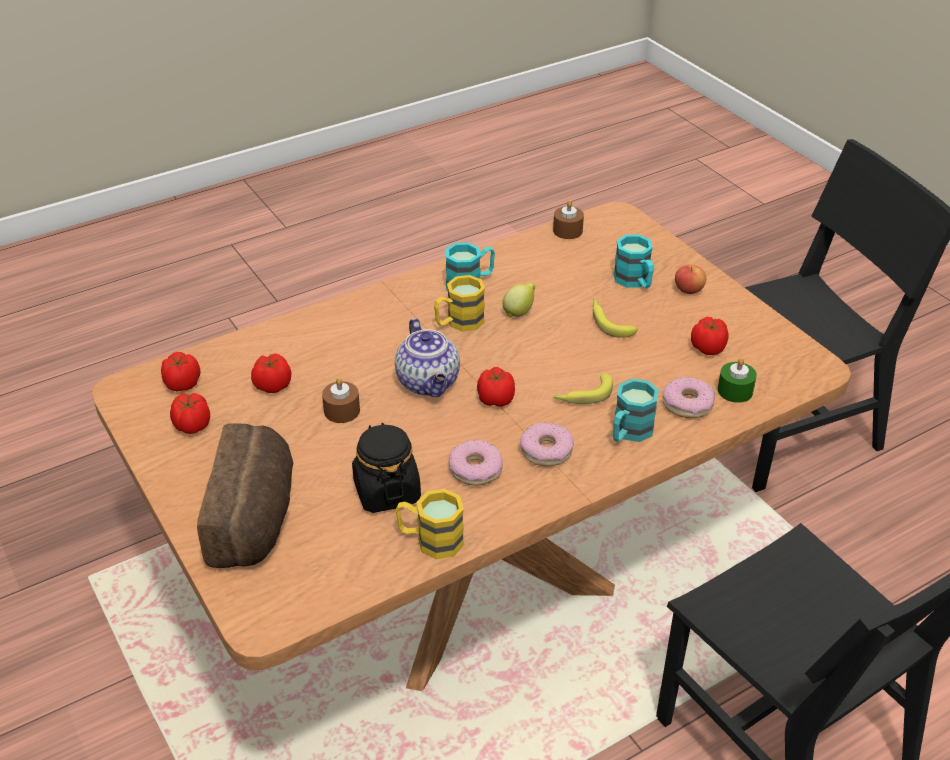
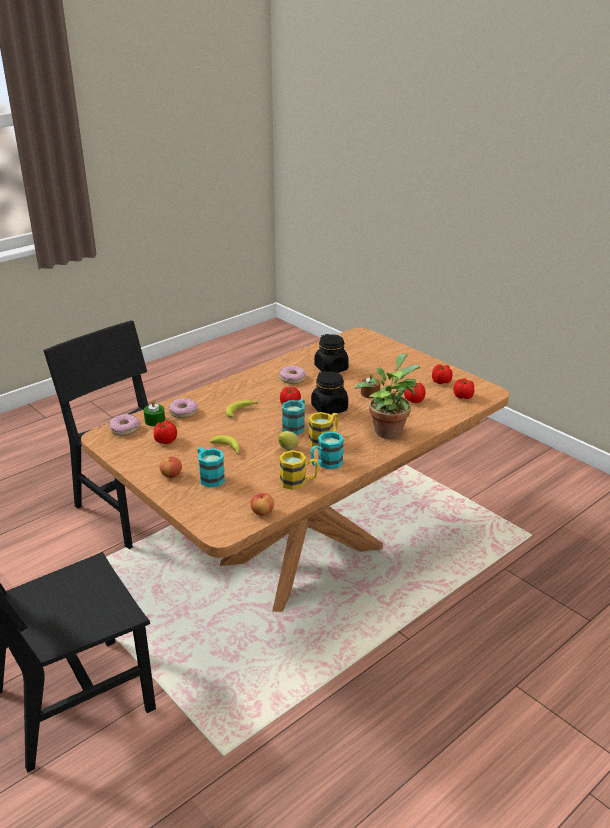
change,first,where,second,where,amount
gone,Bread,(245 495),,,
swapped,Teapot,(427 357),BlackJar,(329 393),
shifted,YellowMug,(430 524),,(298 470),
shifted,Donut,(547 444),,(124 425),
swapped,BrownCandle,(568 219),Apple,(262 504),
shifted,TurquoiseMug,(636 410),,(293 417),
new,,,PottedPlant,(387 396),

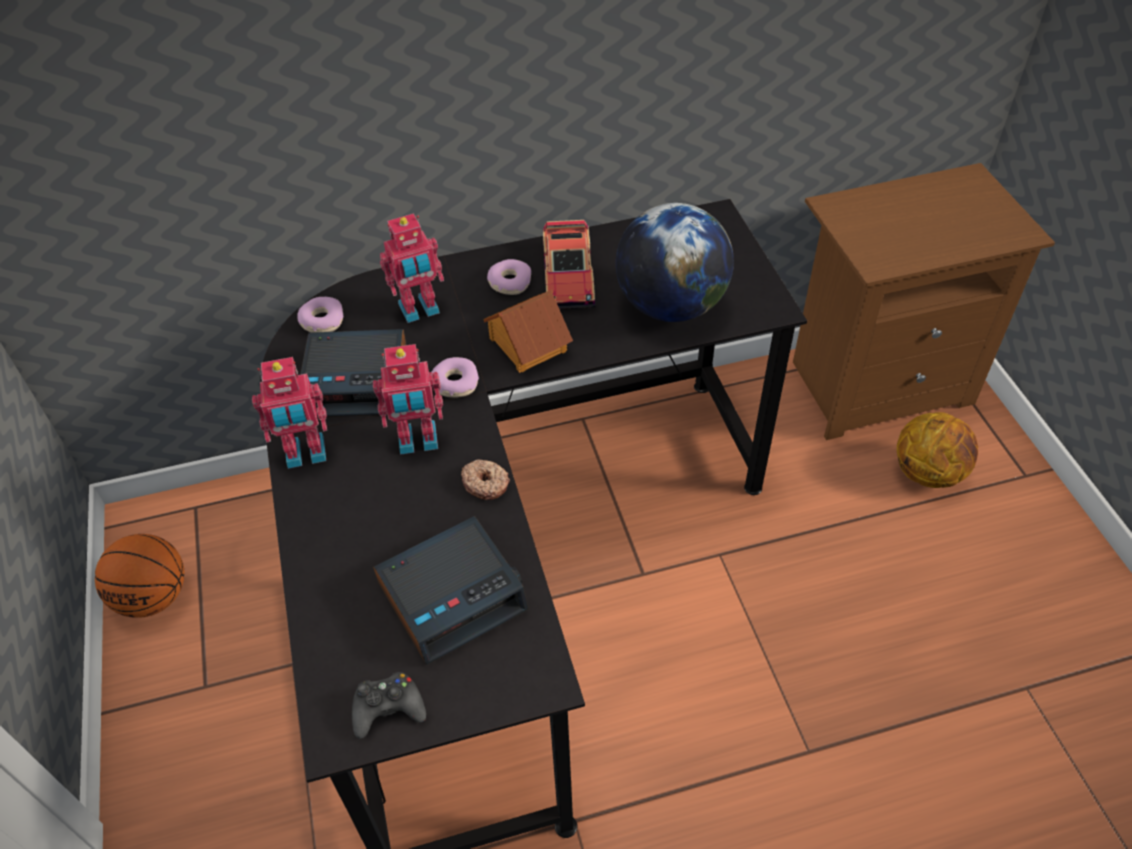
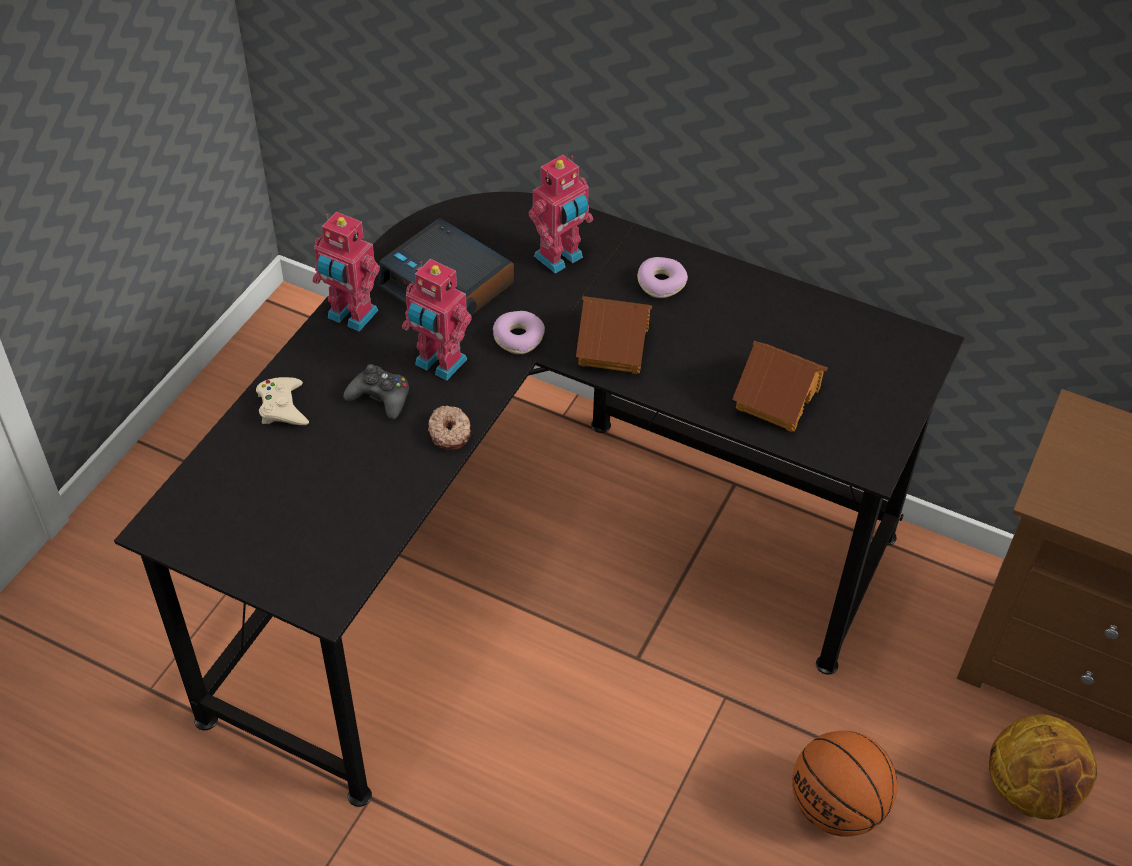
change,first,where,second,where,amount
shifted,Basketball,(140 576),,(844 784),
gone,Donut,(320 315),,,
shifted,BlackGameController,(389 705),,(376 391),
gone,AlarmClock,(451 591),,,
rotated,ToyRobot,(412 268),,(561 214),60 degrees counterclockwise
gone,ToyCar,(569 264),,,
swapped,Globe,(675 262),ToyHouse,(780 386),
new,,,BeigeGameController,(282 401),

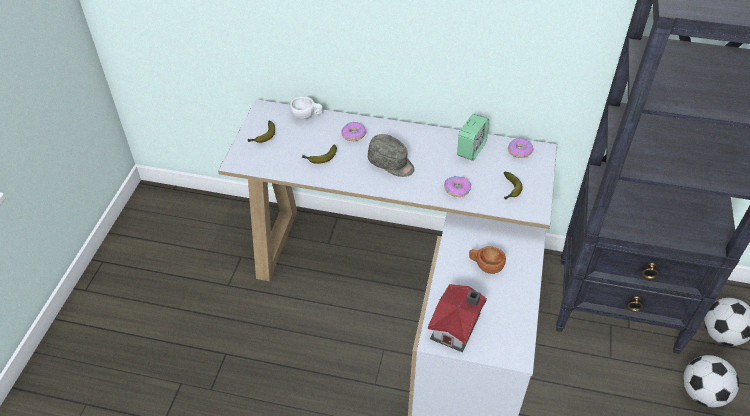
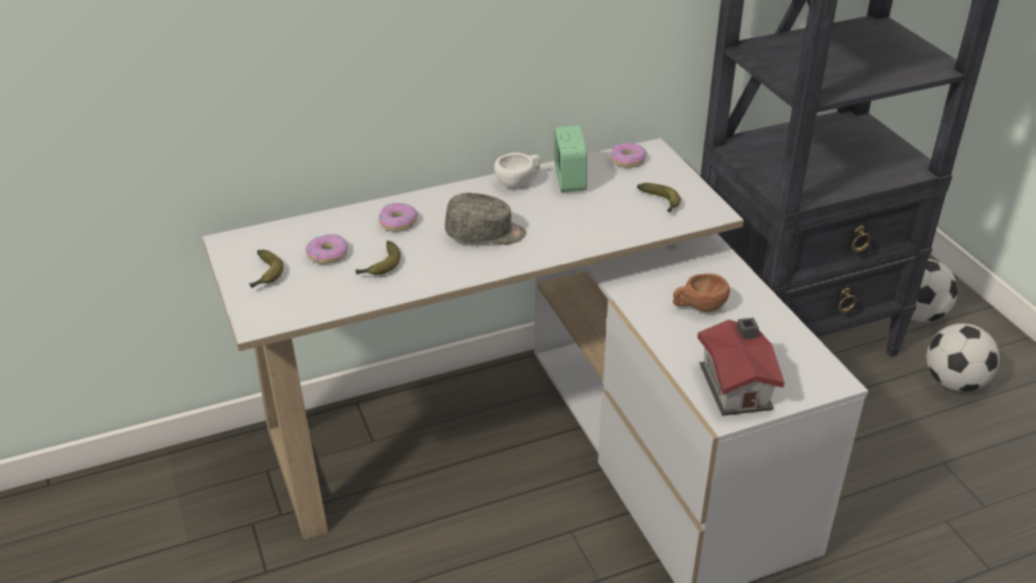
change,first,where,second,where,amount
shifted,WhiteCup,(306 108),,(517 170),
shifted,Donut,(457 186),,(326 249),

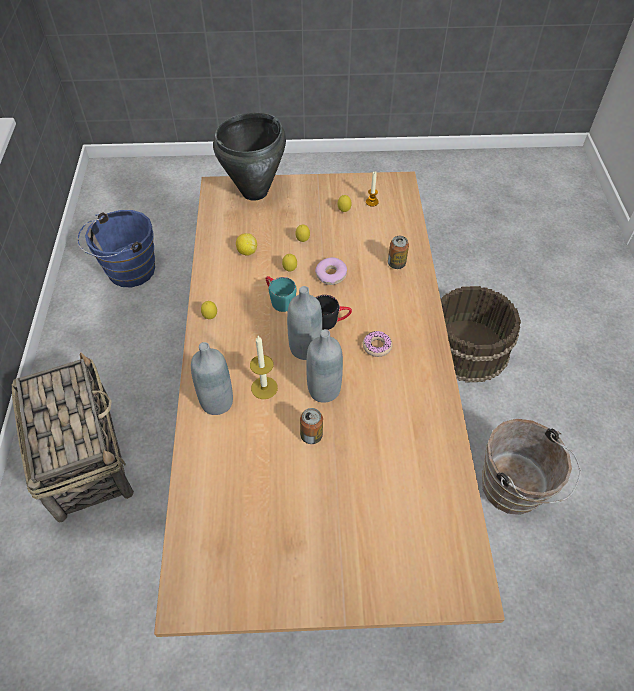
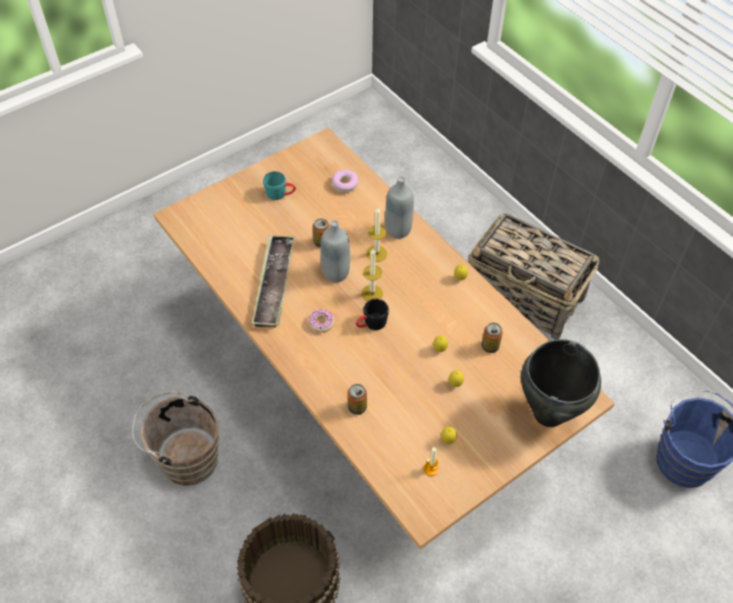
change,first,where,second,where,amount
swapped,Lemon,(246 244),Can,(492 338),
shifted,TurquoiseMug,(281 294),,(279 185),
swapped,GreyBottle,(304 323),Candle,(372 274),
shifted,Donut,(331 271),,(345 181),
new,,,Tray,(273 281),

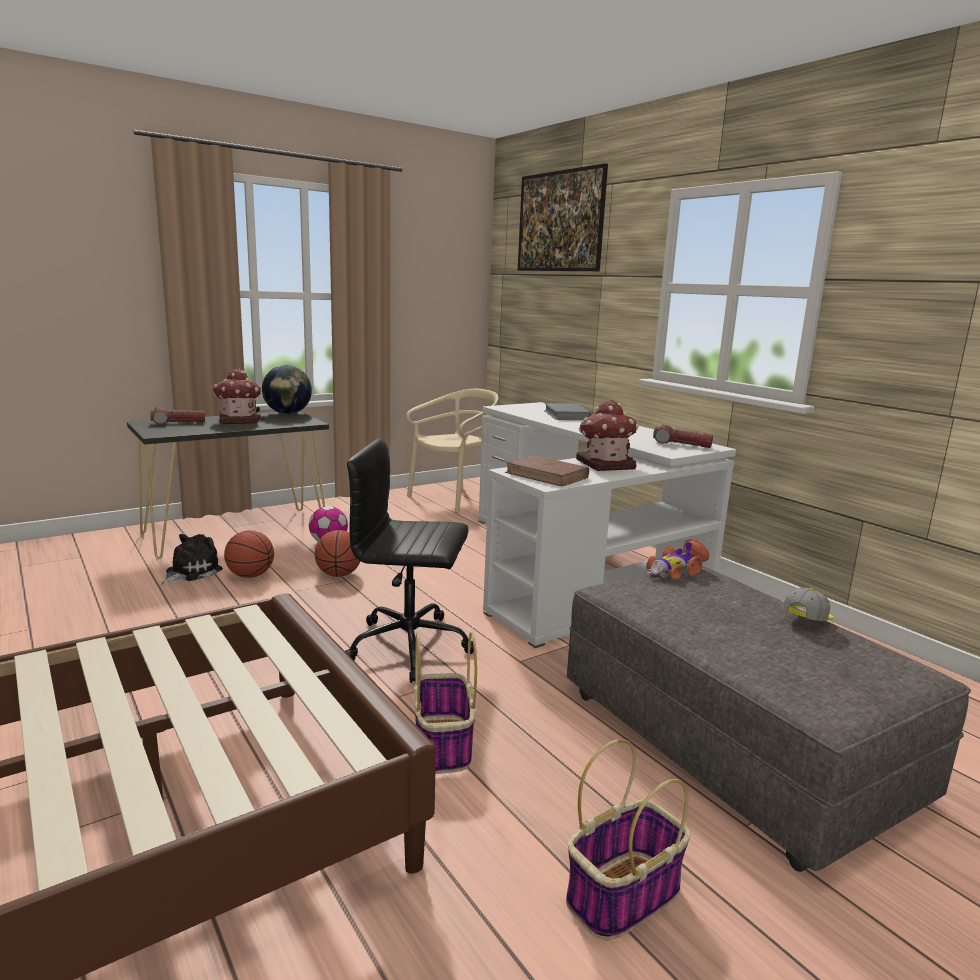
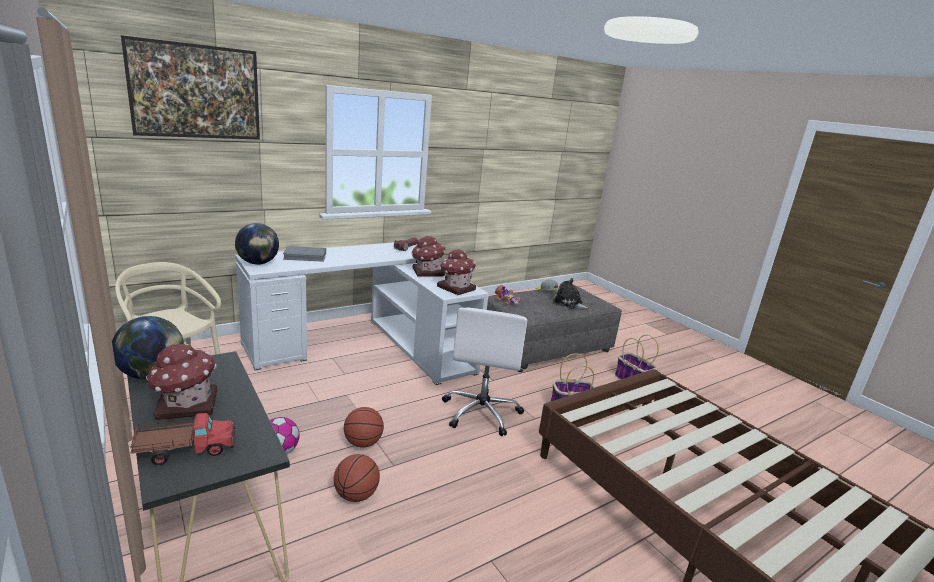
change,first,where,second,where,amount
swapped,Flashlight,(177 416),ToyTruck,(182 439),
shifted,PlushToy,(192 559),,(571 293),
repainted,BlackOfficeChair,(409 560),WhiteOfficeChair,(485 372),
swapped,BrownBook,(547 470),ToyHouse,(456 272),
new,,,Globe,(257 244),

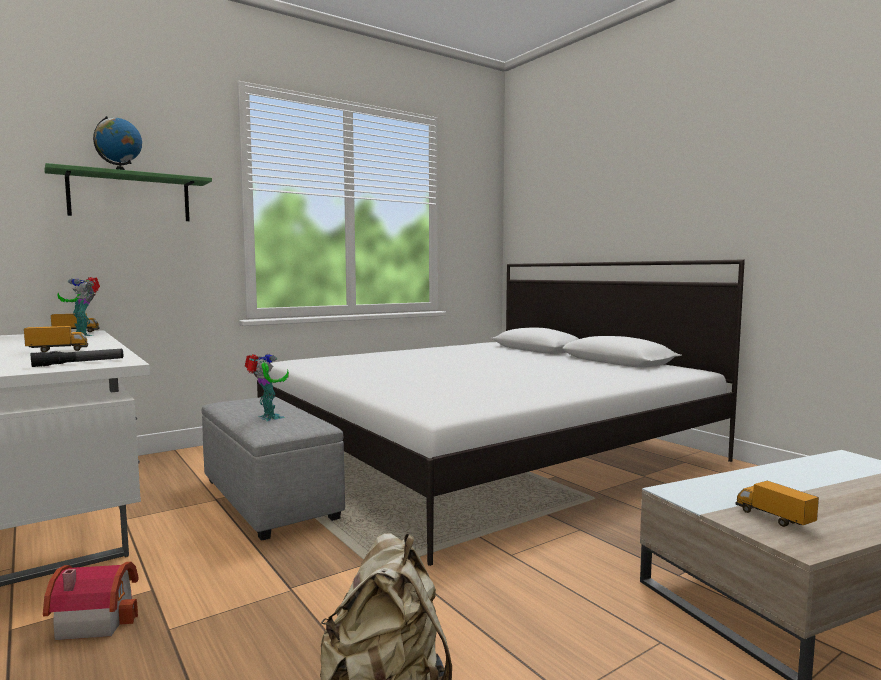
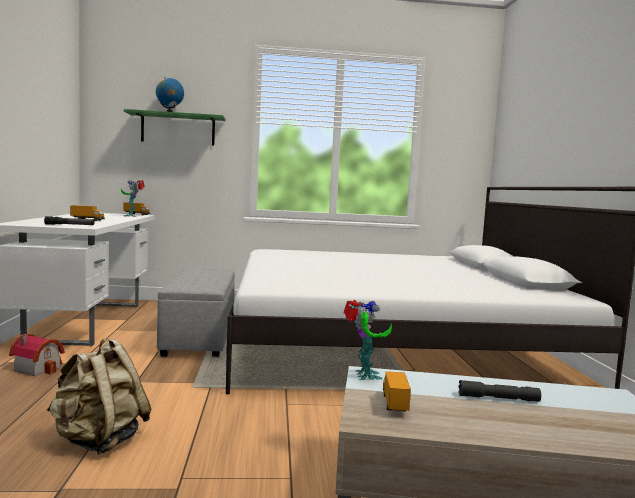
change,first,where,second,where,amount
shifted,ToyRobot,(266 387),,(367 340),
new,,,GreyFlashlight,(499 391),

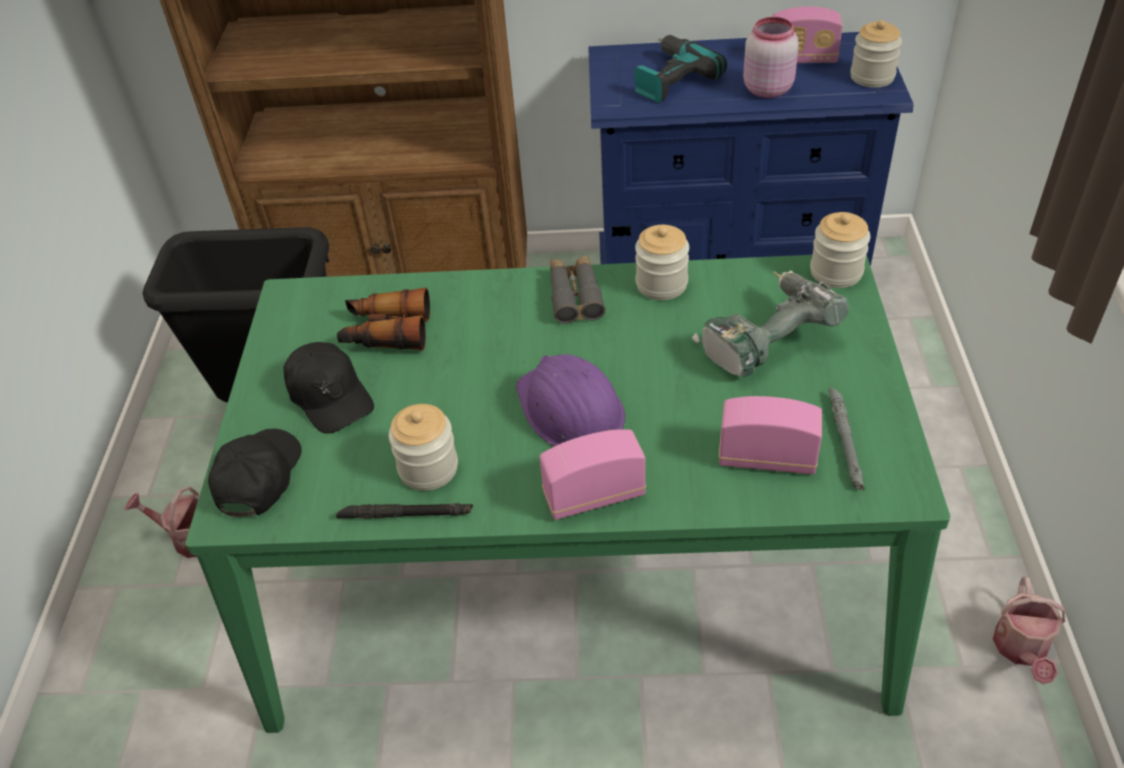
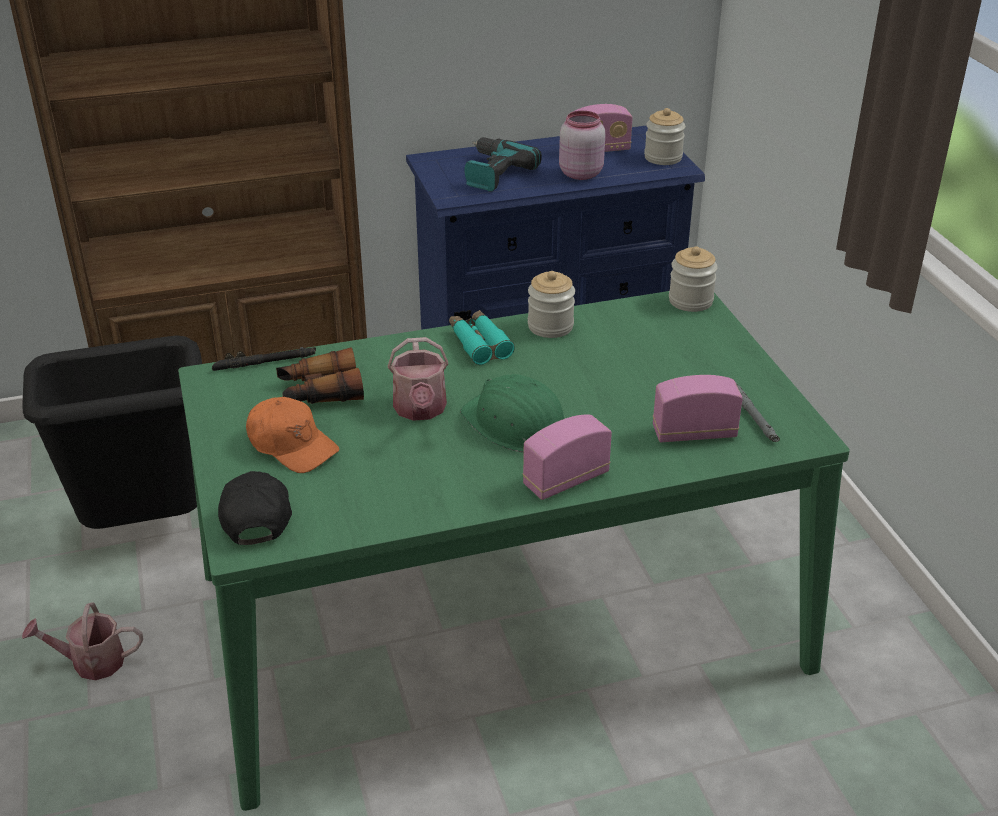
change,first,where,second,where,amount
repainted,BlackCap,(329 388),OrangeCap,(292 435),
shifted,BlackFlashlight,(404 511),,(264 359),
gone,Jar,(423 447),,,
repainted,PurpleHardHat,(570 400),GreenHardHat,(512 413),
repainted,GreyBinoculars,(578 289),TurquoiseBinoculars,(482 337),
gone,PowerDrill,(770 323),,,
shifted,WateringCan,(1029 631),,(418 379),

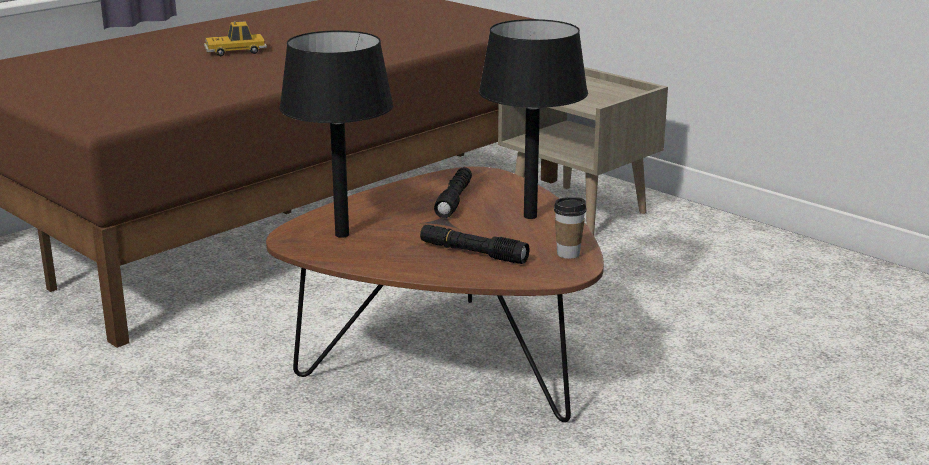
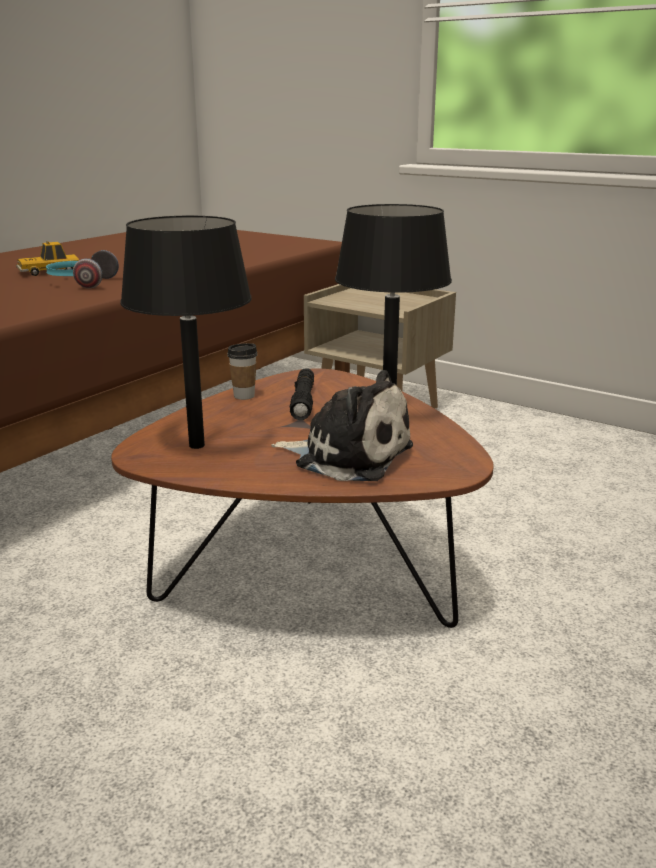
change,first,where,second,where,amount
swapped,BlackFlashlight,(474 244),PlushToy,(342 425),
shifted,Cup,(570 228),,(242 371),
new,,,Headphones,(82 269),

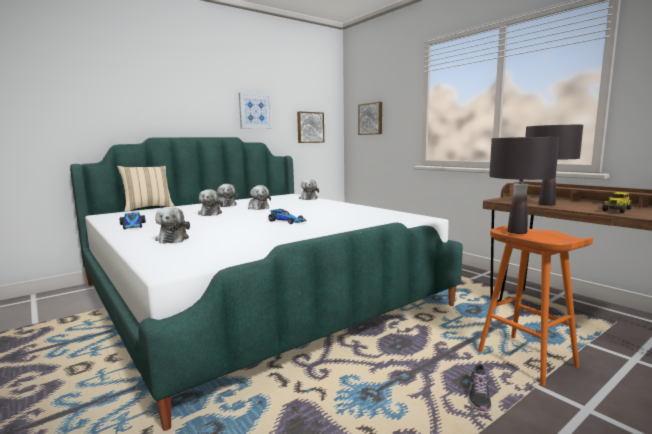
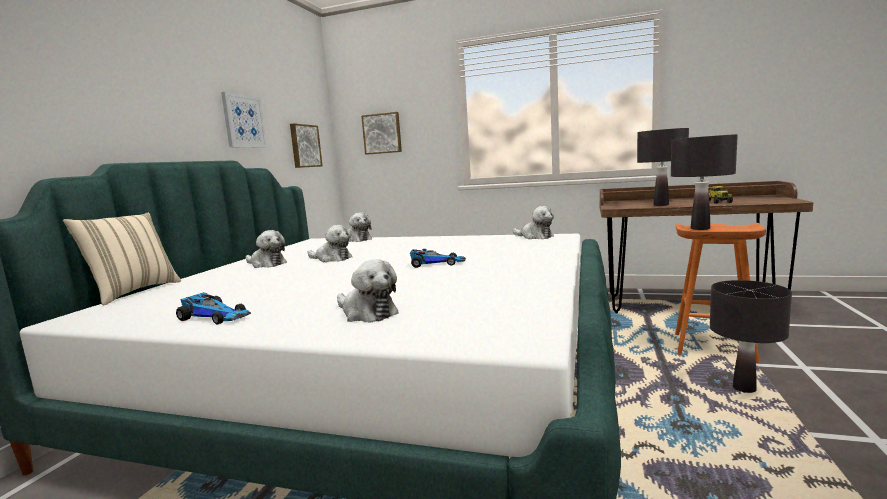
change,first,where,second,where,amount
shifted,PlushToy,(210 202),,(533 222),
swapped,Shoe,(480 386),BlackTableLamp,(751 336),

